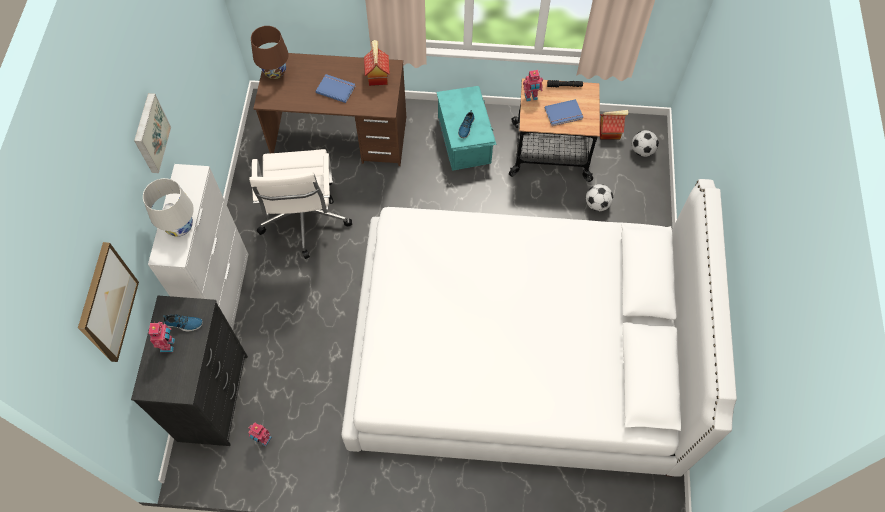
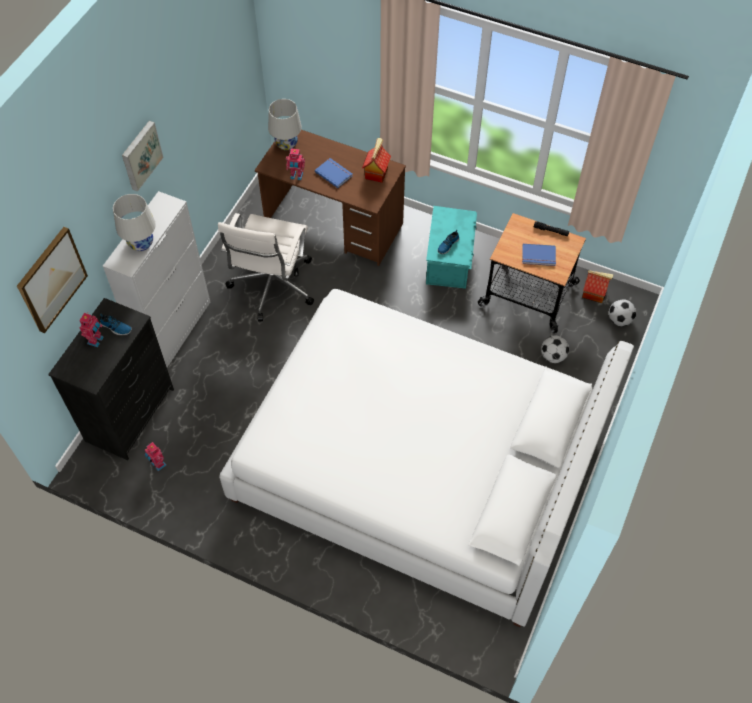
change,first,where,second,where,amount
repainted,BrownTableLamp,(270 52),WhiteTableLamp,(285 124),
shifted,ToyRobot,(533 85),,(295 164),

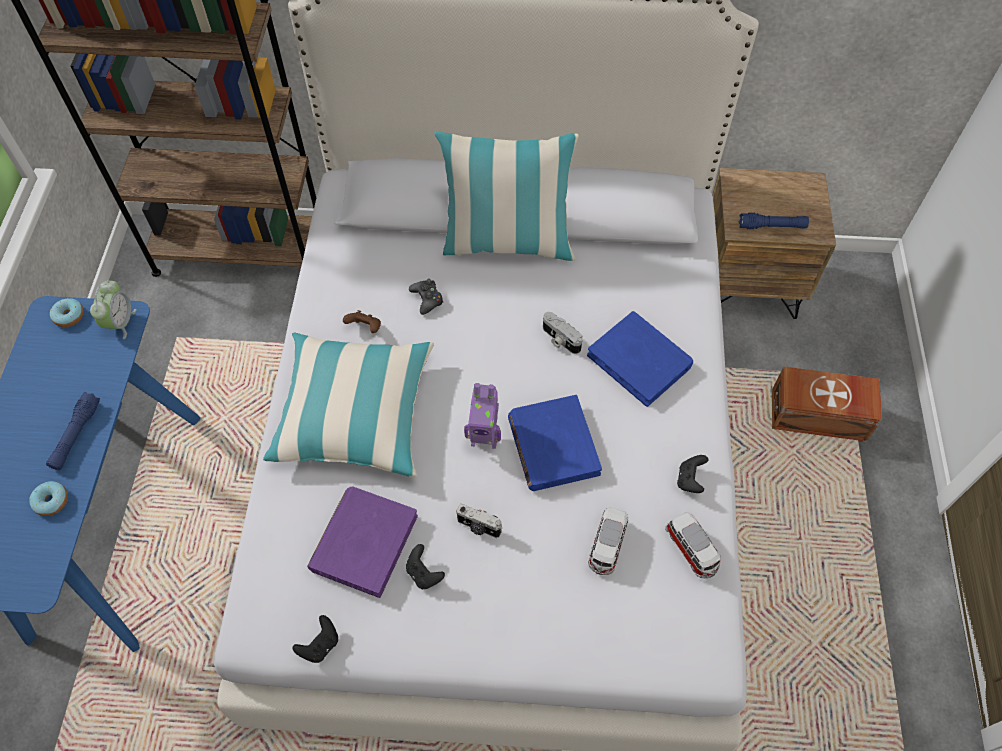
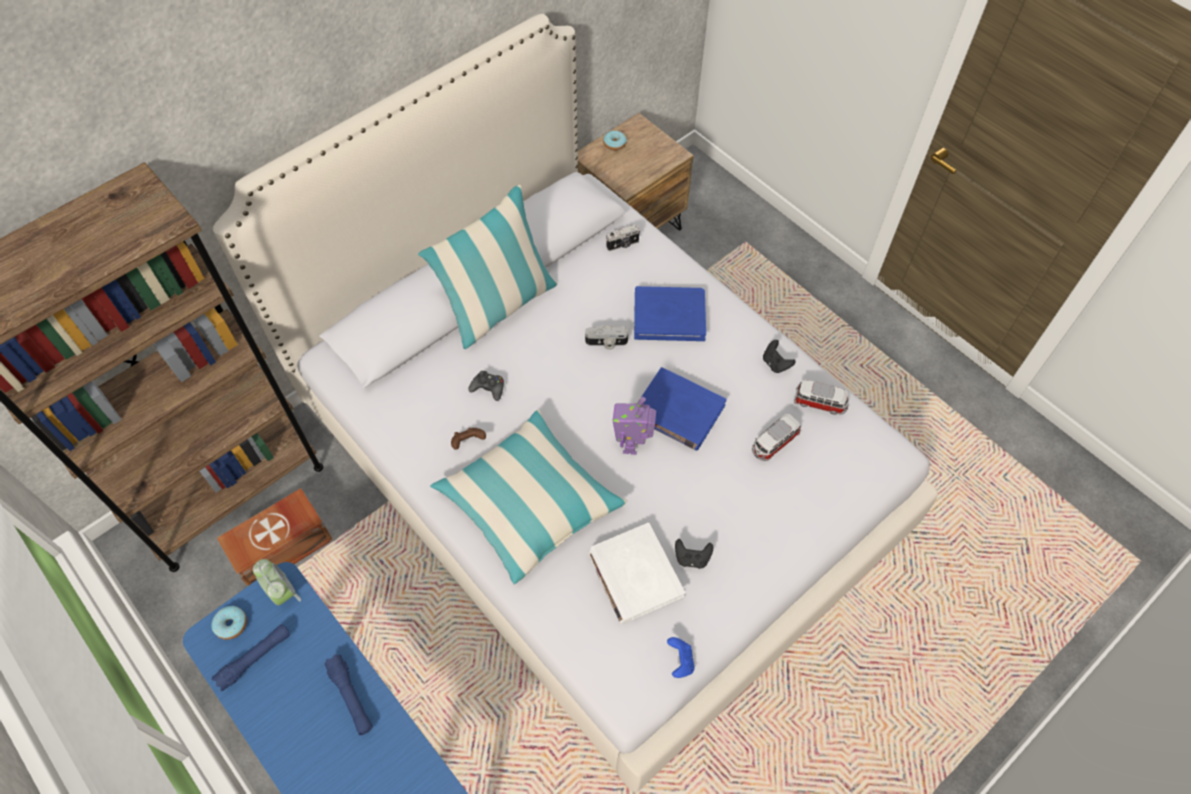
change,first,where,second,where,amount
shifted,Donut,(48 498),,(615 141),
repainted,BlackGameController,(315 639),BlueGameController,(681 657),
repainted,PurpleBook,(362 542),WhiteBook,(636 573),
shifted,PhotoCamera,(479 521),,(623 237),
rotated,ToyRobot,(482 416),,(634 426),135 degrees clockwise
rotated,ToyCar,(608 541),,(776 437),75 degrees clockwise
shifted,BlueFlashlight,(773 221),,(251 657),
shifted,BrownStorageBox,(827 404),,(275 537),

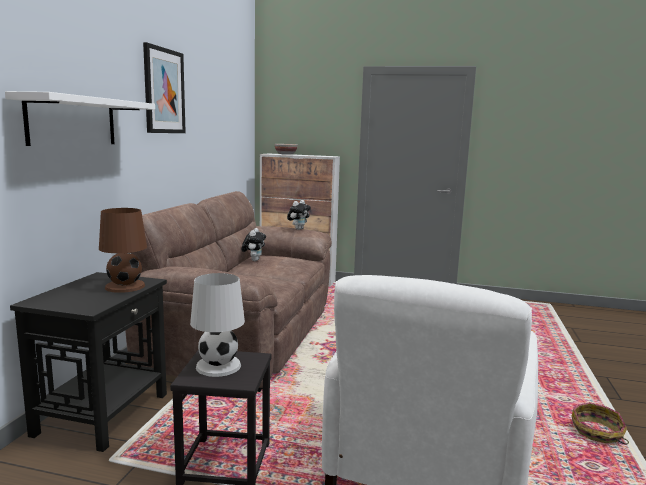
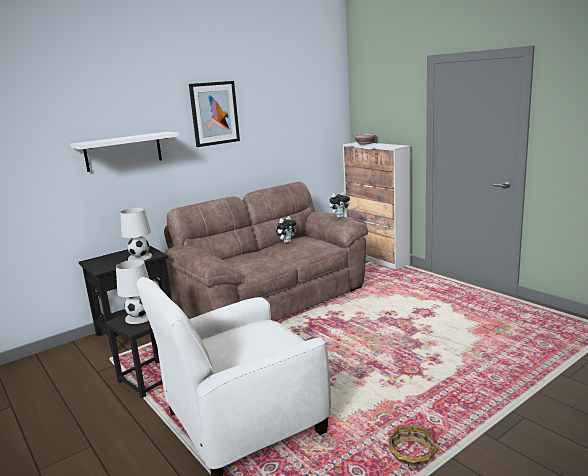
change,first,where,second,where,amount
repainted,BrownTableLamp,(123 250),WhiteTableLamp,(136 234),

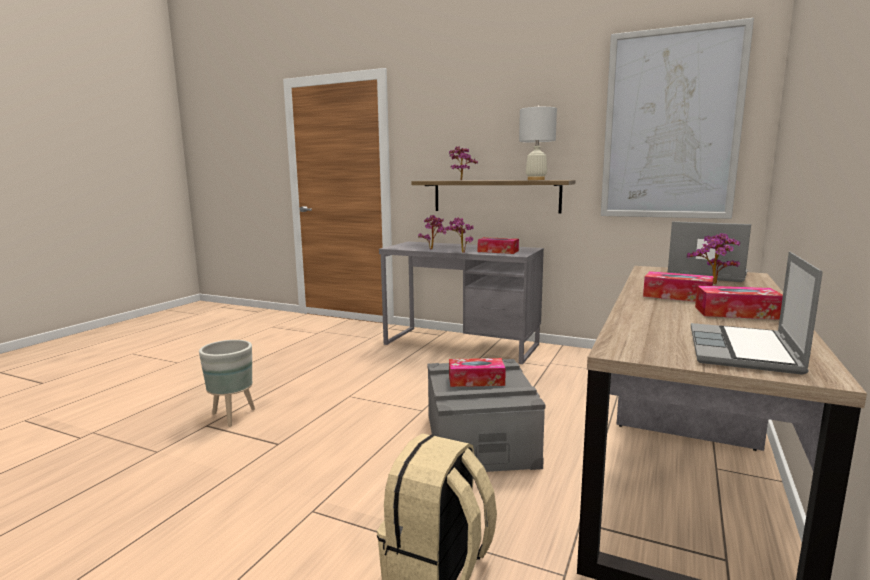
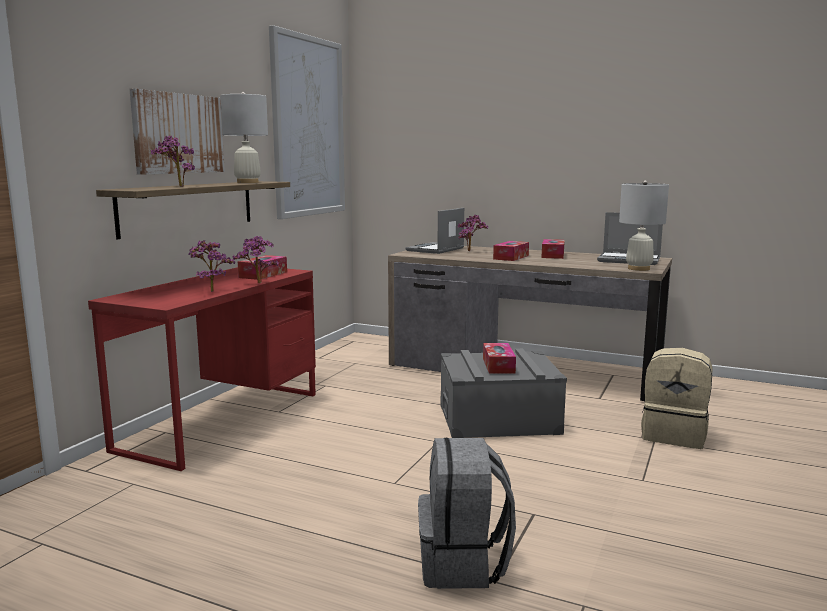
change,first,where,second,where,amount
swapped,GreyPlanter,(227 383),GreyBackpack,(467 513),
repainted,GreyDesk,(461 302),RedDesk,(202 369),
new,,,Picture,(177 131),
new,,,WhiteTableLamp,(644 225),

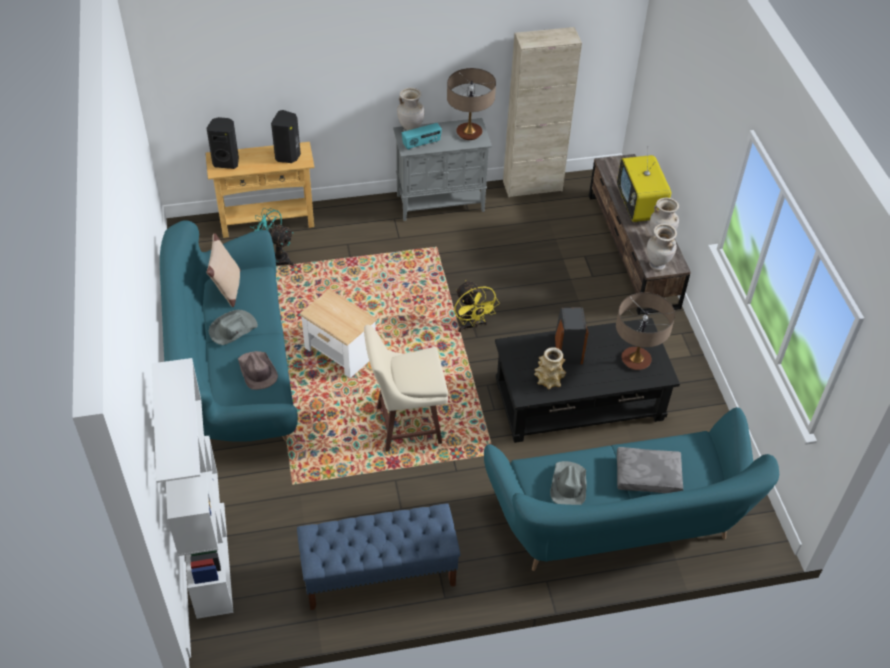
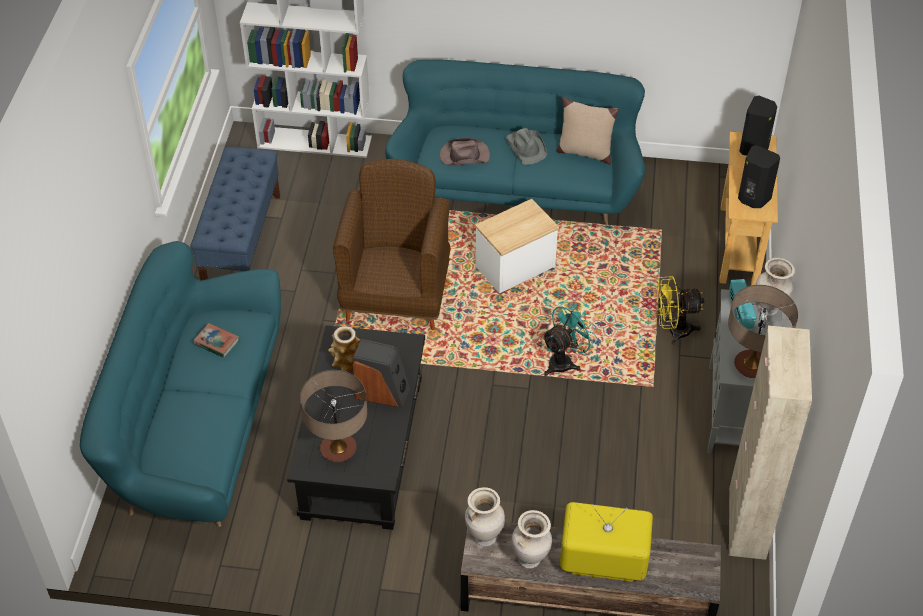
change,first,where,second,where,amount
shifted,TurquoiseFan,(272 237),,(570 339),
swapped,BeigeStool,(406 388),BrownArmchair,(392 244),
shifted,YellowFan,(476 306),,(679 310),
swapped,GreyHat,(568 483),Book,(216 340),
gone,GreyPillow,(650 470),,,

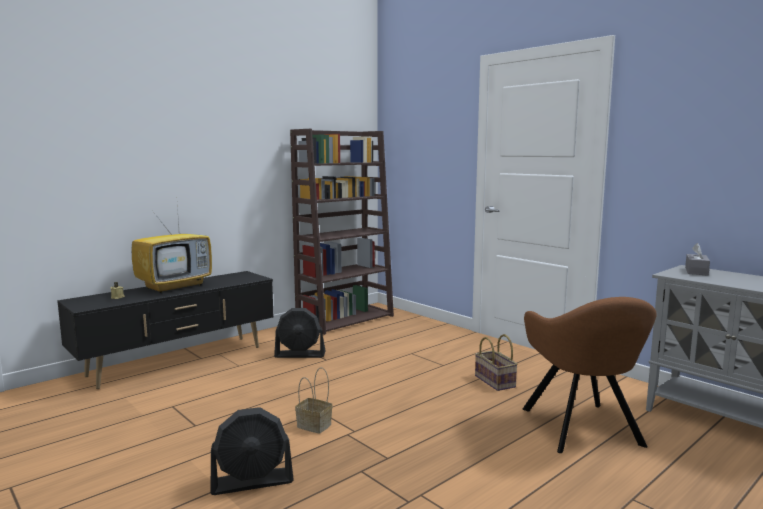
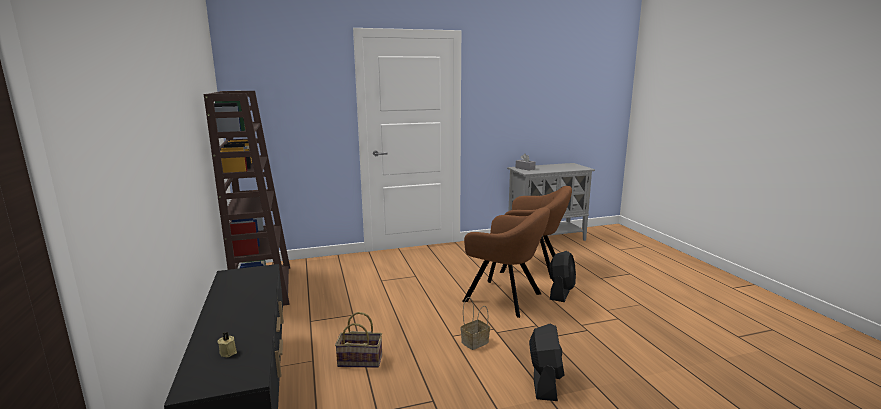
change,first,where,second,where,amount
gone,Television,(171 249),,,
shifted,BlackFan,(300 333),,(562 276),
shifted,Basket,(496 362),,(358 340),
new,,,BrownArmchair,(506 262),

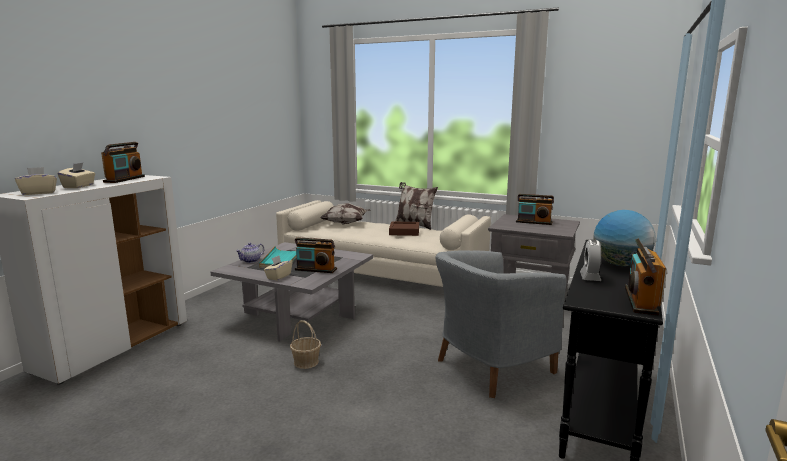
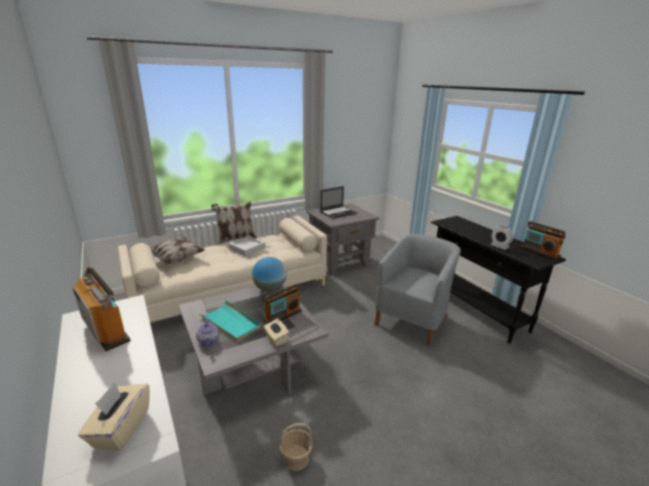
change,first,where,second,where,amount
gone,BeigeTissueBox,(76 175),,,
shifted,Basket,(305 344),,(295 447),
repainted,BrownTray,(404 229),GreyTray,(247 246),
rotated,GreyArmchair,(501 324),,(418 290),150 degrees counterclockwise
swapped,Radio,(535 209),Laptop,(338 202),
shifted,Globe,(624 238),,(269 274),

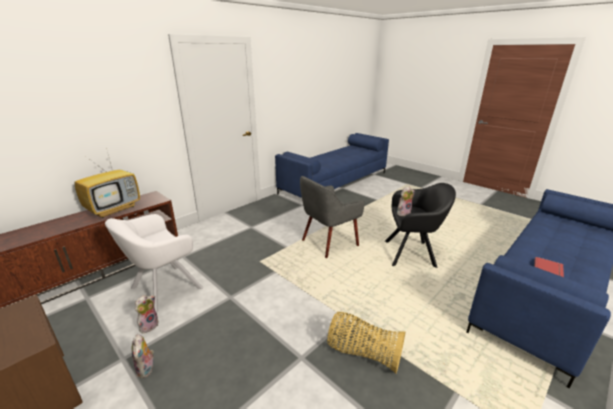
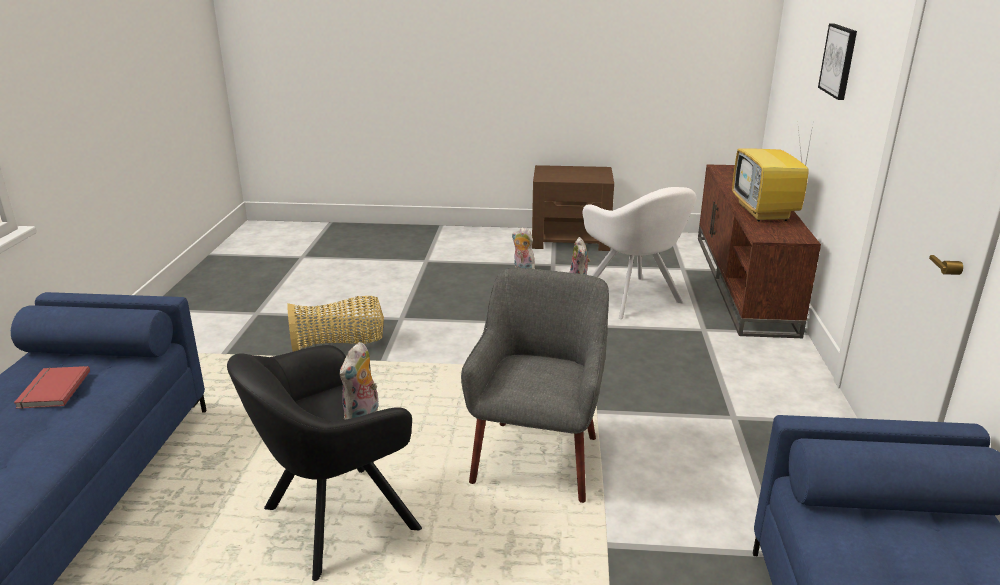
change,first,where,second,where,amount
rotated,WhiteArmchair,(154 263),,(639 253),150 degrees clockwise
new,,,Picture,(837 62),

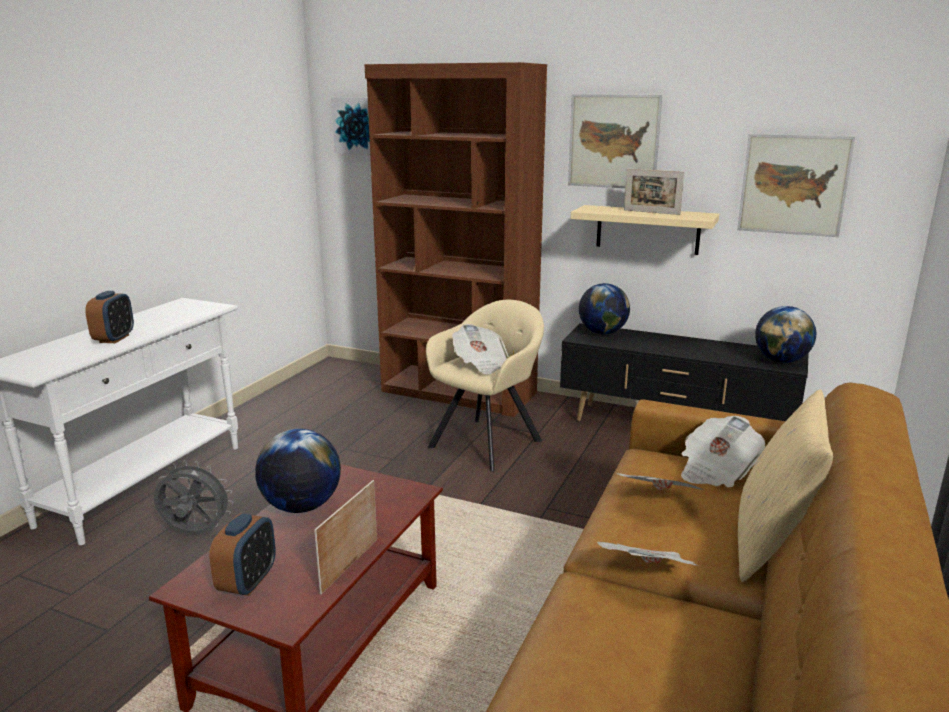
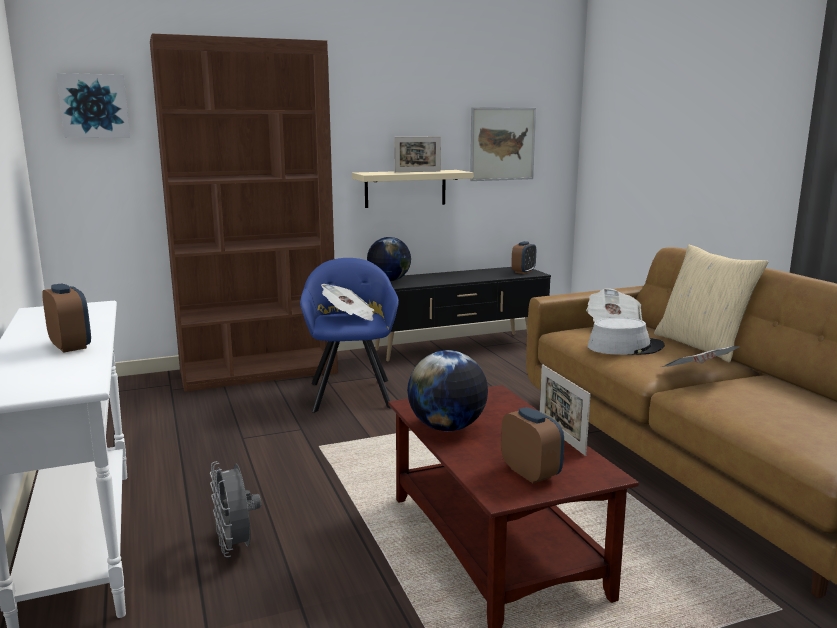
change,first,where,second,where,amount
rotated,GreyFan,(194 497),,(235 509),75 degrees counterclockwise
repainted,BeigeArmchair,(485 386),BlueArmchair,(349 335),
gone,Picture,(615 141),,,
swapped,Newspaper,(660 481),GreyHat,(626 336),
swapped,Globe,(786 334),AlarmClock,(523 257),

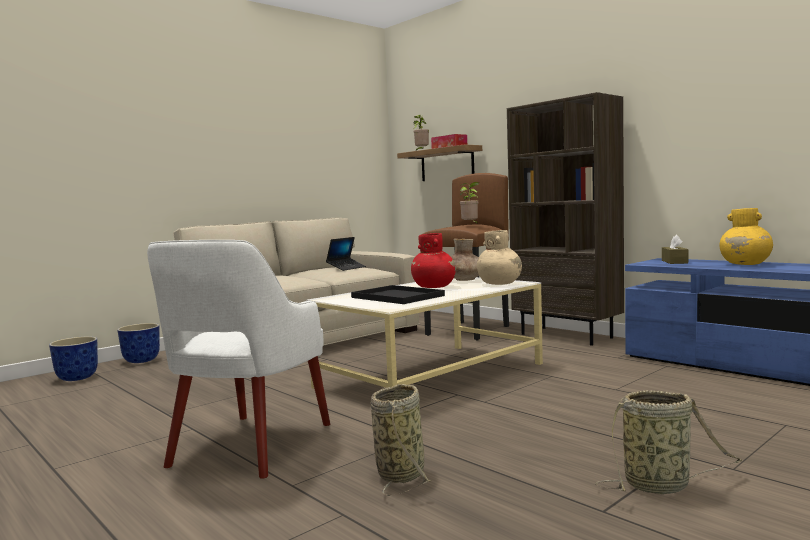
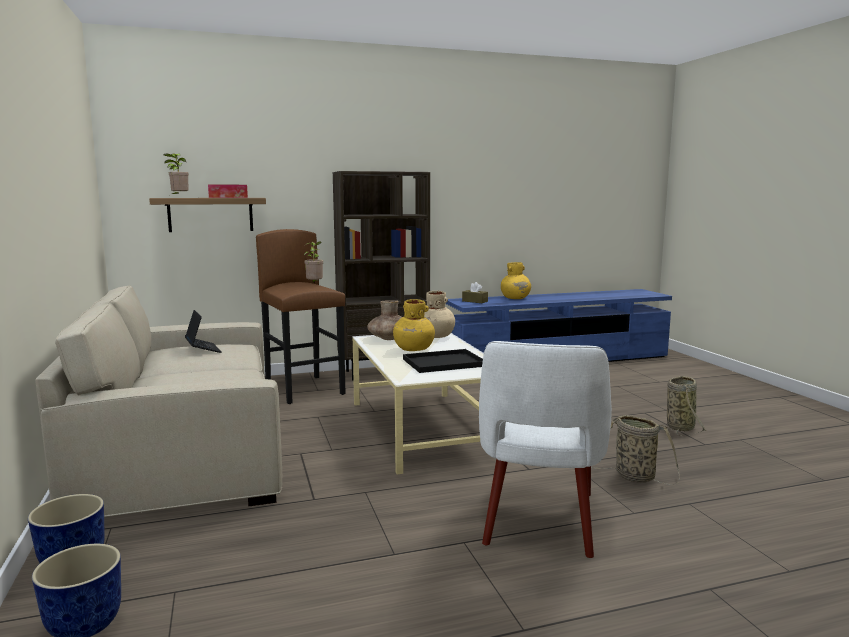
change,first,where,second,where,amount
rotated,WhiteArmchair,(238 359),,(545 449),60 degrees clockwise
repainted,RedVase,(433 260),YellowVase,(414 325),

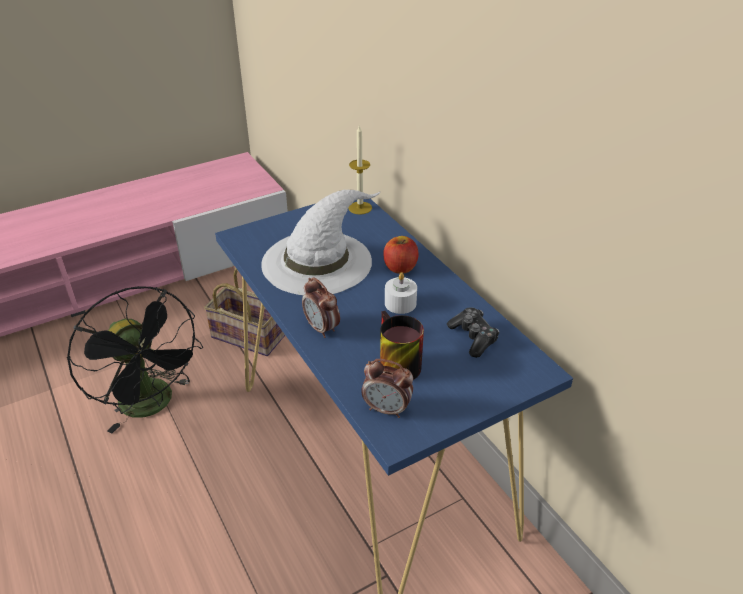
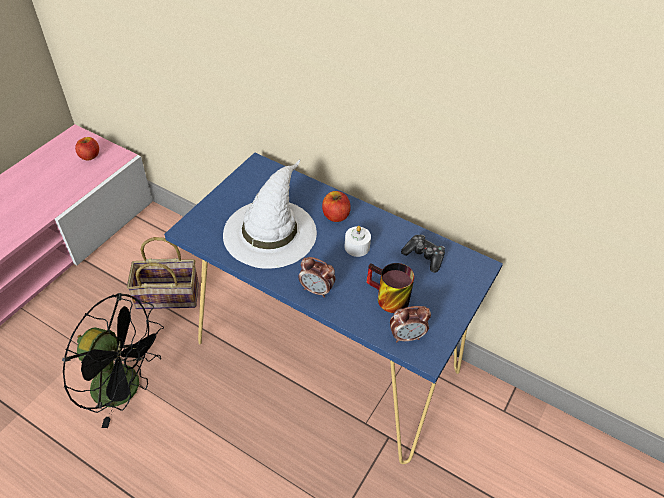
change,first,where,second,where,amount
gone,Candle,(360 170),,,
new,,,Apple,(87 148),

